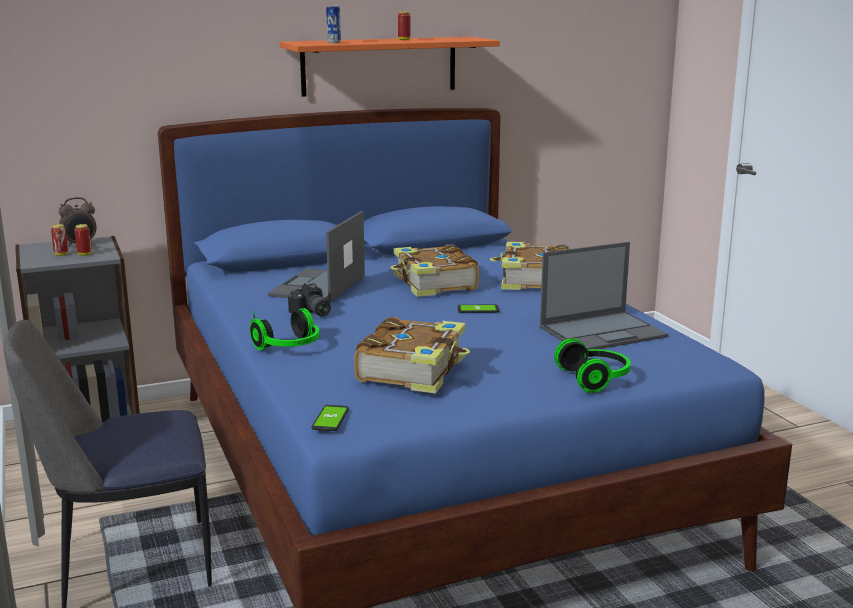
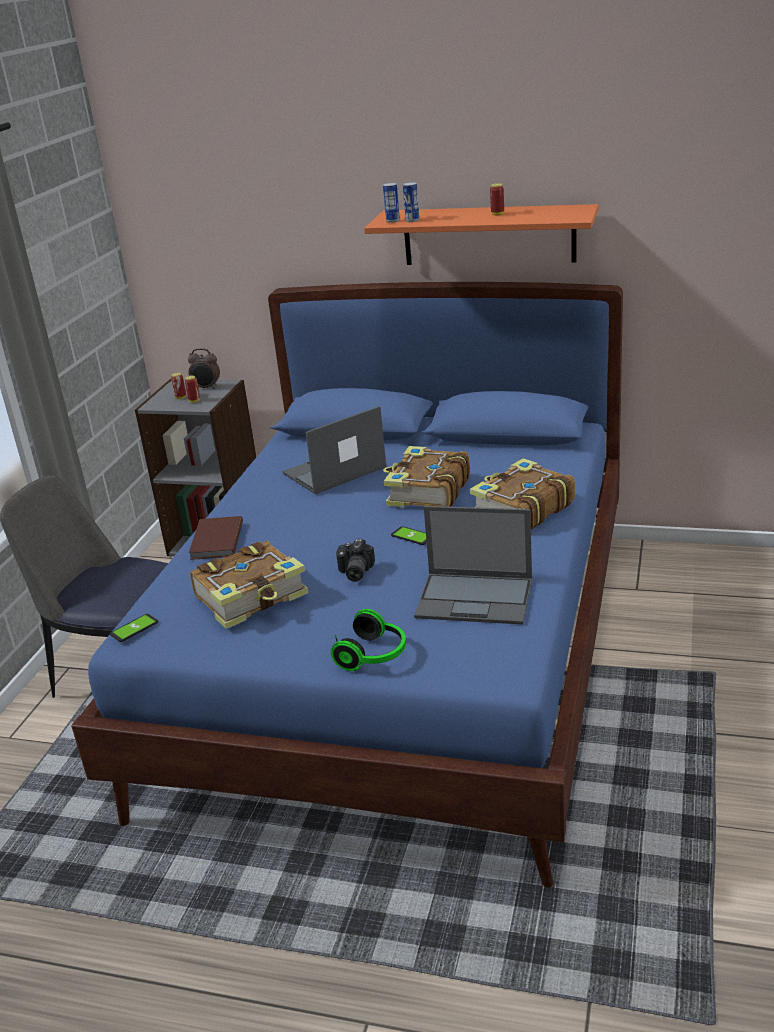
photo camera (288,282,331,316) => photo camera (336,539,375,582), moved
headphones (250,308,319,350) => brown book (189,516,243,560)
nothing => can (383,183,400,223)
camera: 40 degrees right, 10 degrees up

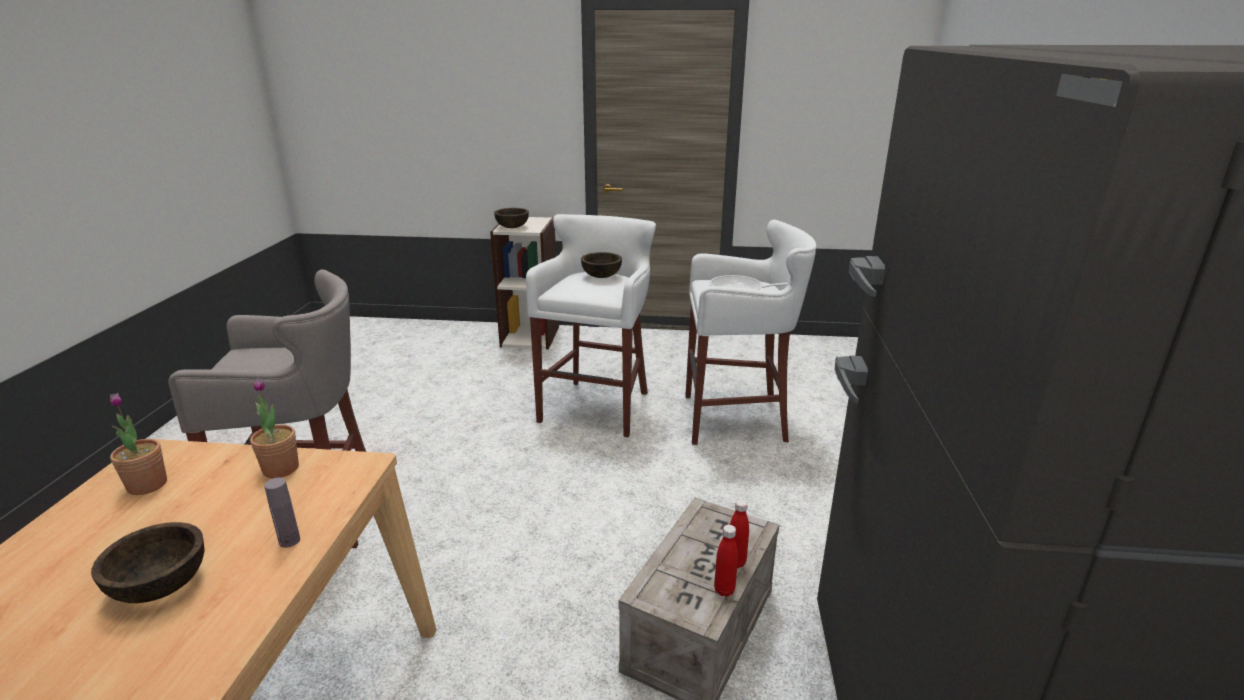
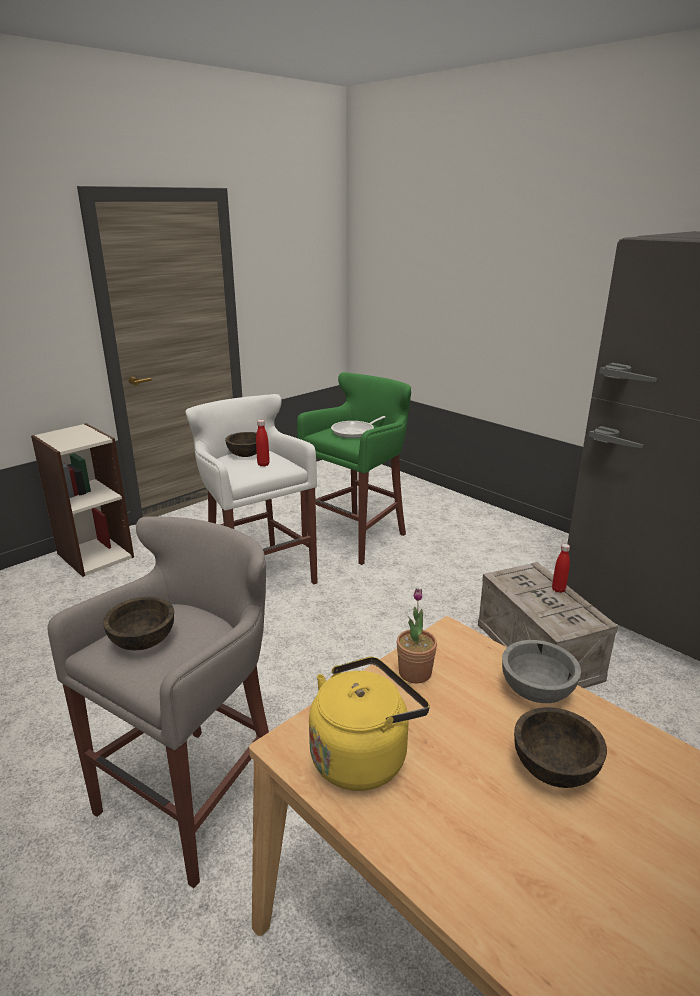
brown bowl (494,208,529,228) => brown bowl (103,597,174,650), moved
white stool (685,220,816,445) => green stool (297,372,411,565)
potted plant (110,393,167,495) => yellow kettle (309,657,430,791)
grey bottle (264,477,300,548) => grey bowl (502,640,581,703)
red bottle (714,525,738,597) => red bottle (256,420,270,466), moved
camera: 50 degrees left, 0 degrees up

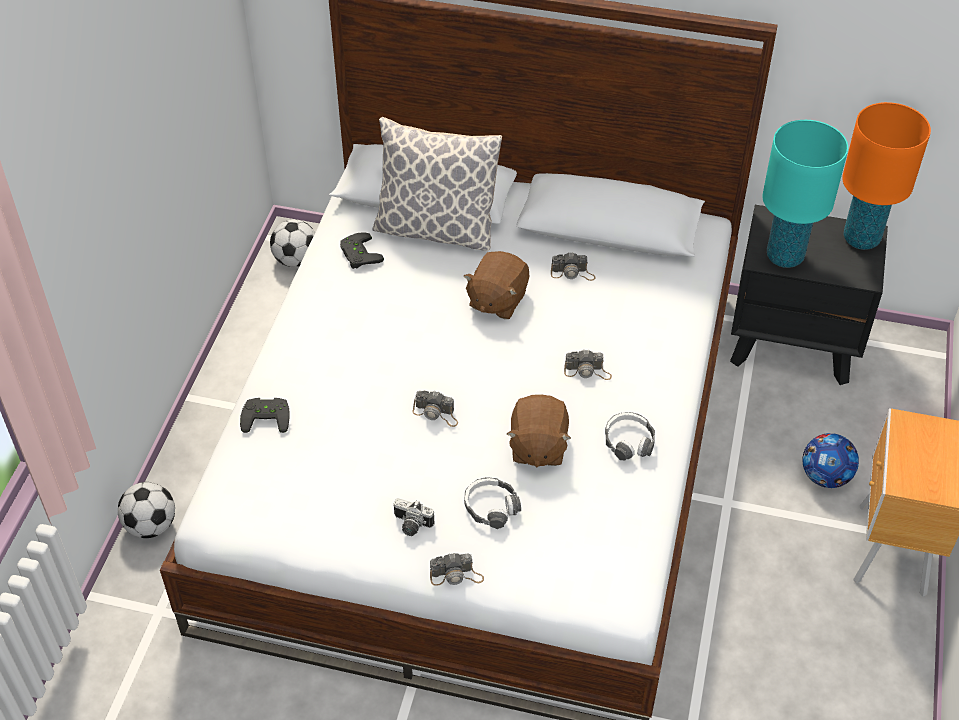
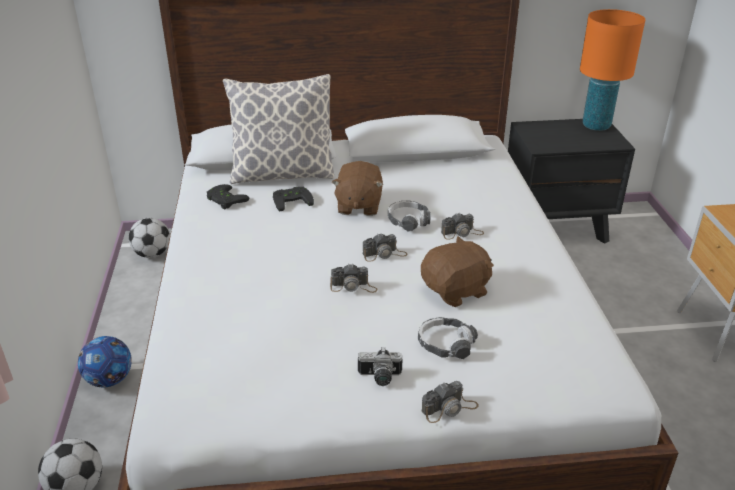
turquoise table lamp (762,120,848,268) => nothing
photo camera (551,253,595,281) => photo camera (363,233,408,262), moved
brown plush toy (507,394,571,467) => brown plush toy (421,236,494,307), 105 degrees counterclockwise
black game controller (240,398,290,433) => black game controller (273,187,314,212), moved
headphones (605,412,655,460) => headphones (388,201,430,232), moved
football (802,433,859,488) => football (78,336,132,387), moved
camera: 20 degrees left, 15 degrees down

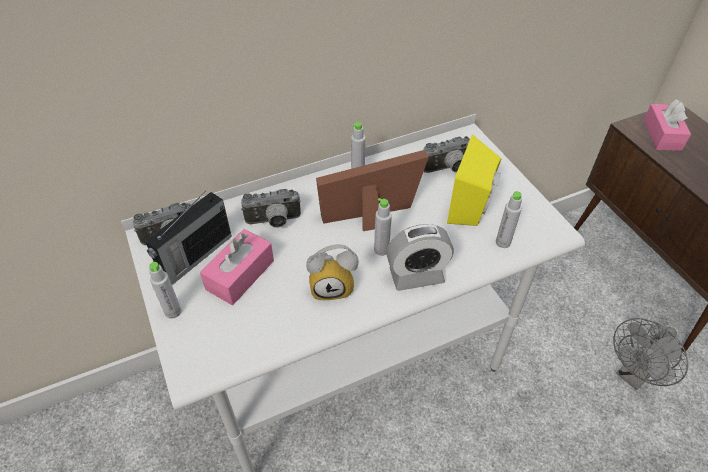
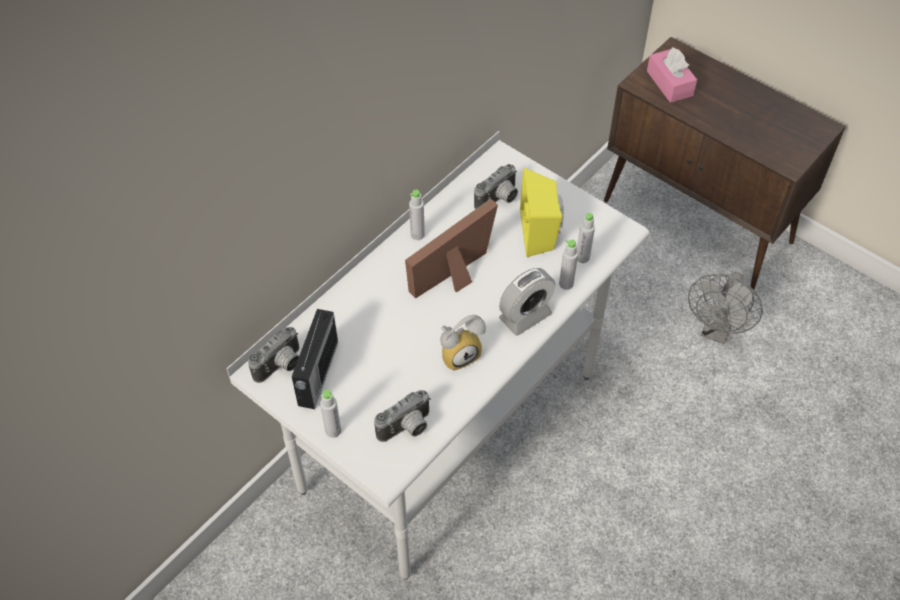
photo camera (241,189,301,228) => photo camera (374,390,431,442), moved
grey bottle (374,198,392,256) => grey bottle (559,239,578,290), moved
pink tissue box (200,229,274,305) => nothing
camera: 25 degrees left, 5 degrees up

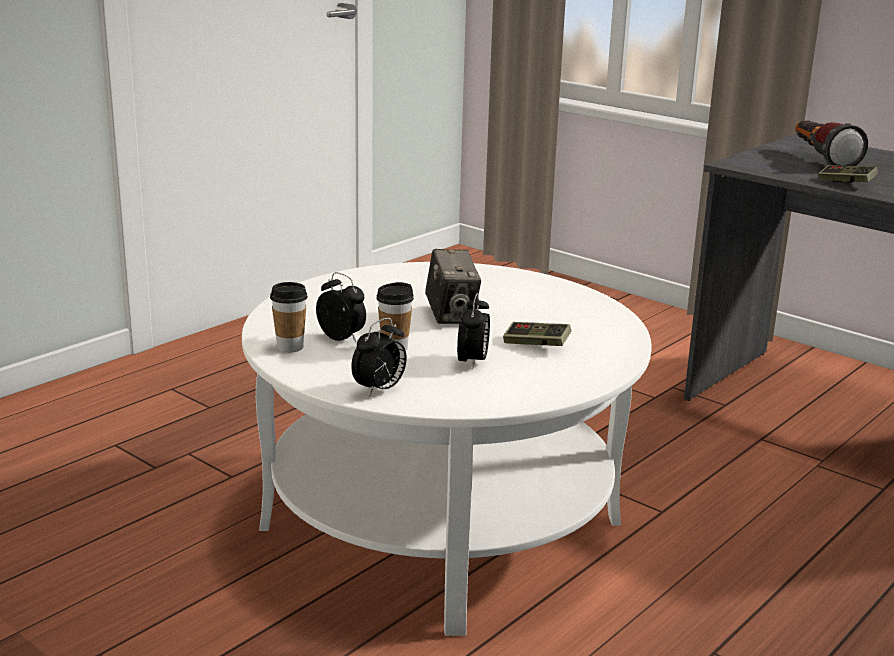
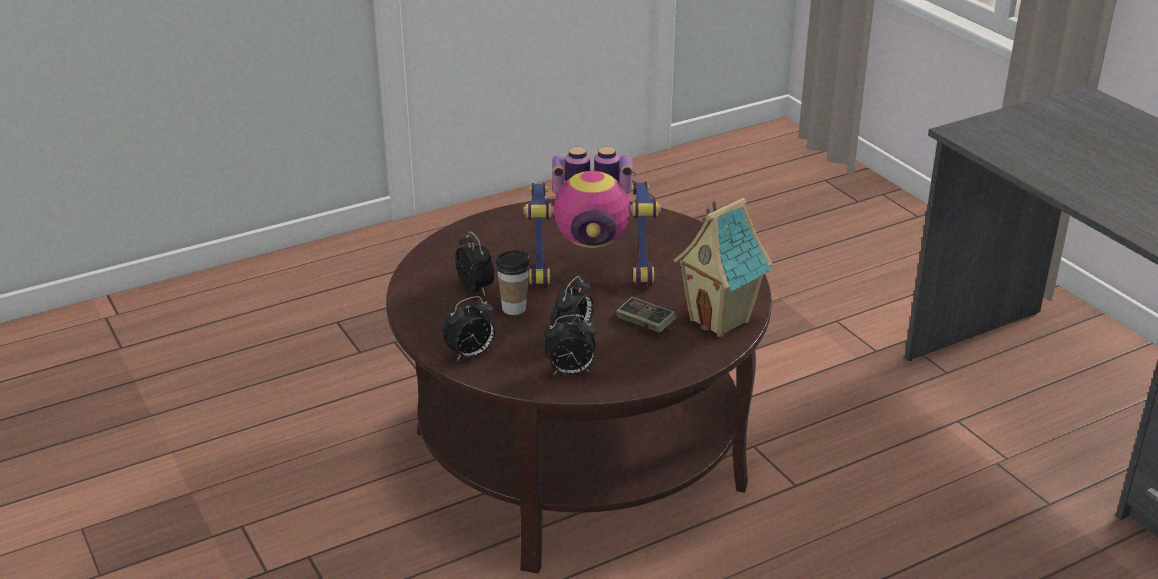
flashlight (795,120,868,166) => nothing
game controller (818,165,878,183) => nothing
photo camera (425,249,481,324) => toy robot (523,147,661,288)
white coffee table (242,262,652,636) => brown coffee table (386,199,772,574)
cup (270,282,308,353) => nothing
nothing => toy house (674,198,773,337)
nothing => alarm clock (544,315,597,375)
camera: 20 degrees right, 10 degrees up

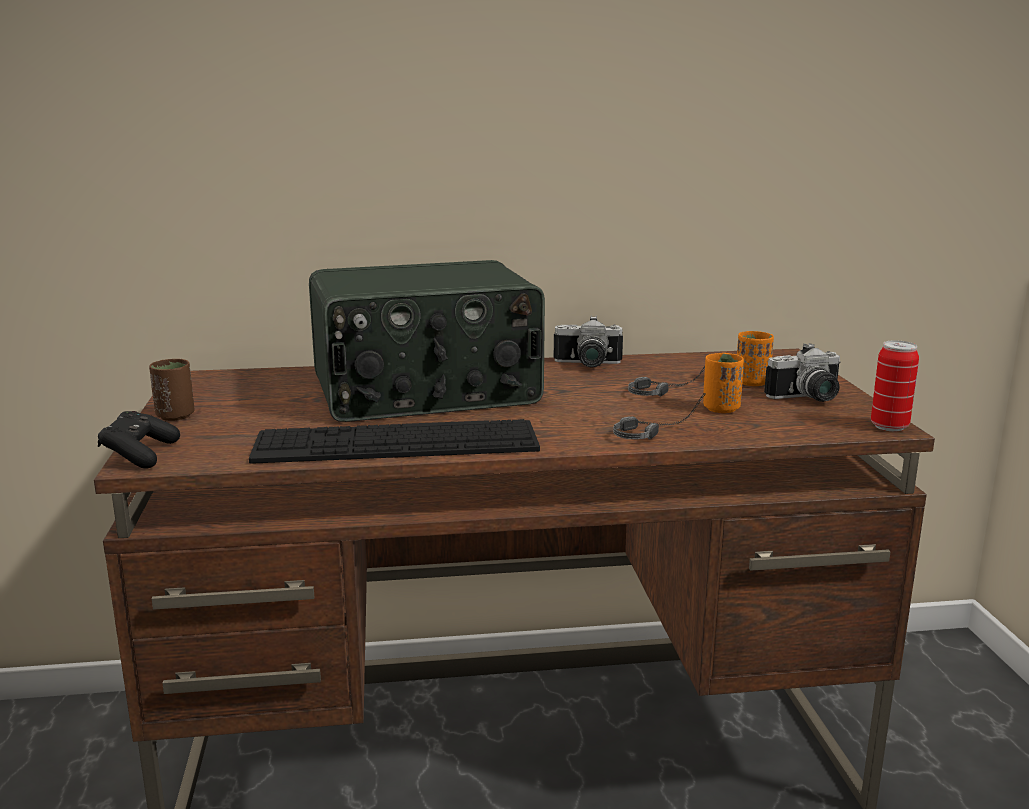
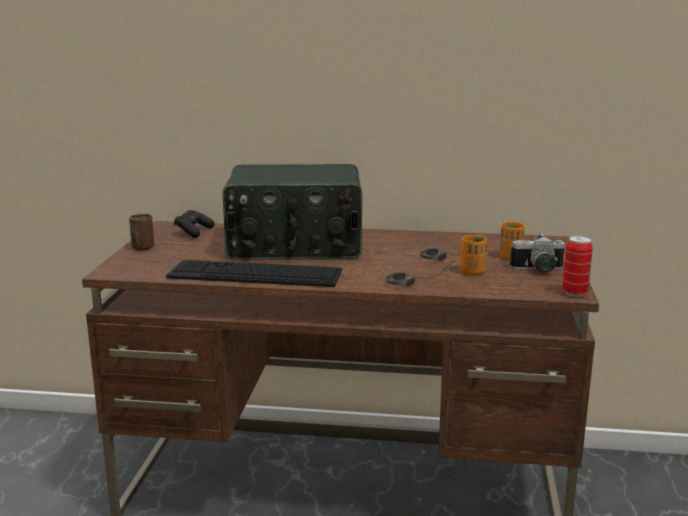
photo camera (554,315,623,368) => nothing
black game controller (98,411,180,469) => black game controller (174,210,215,238), moved
camera: 15 degrees right, 0 degrees up

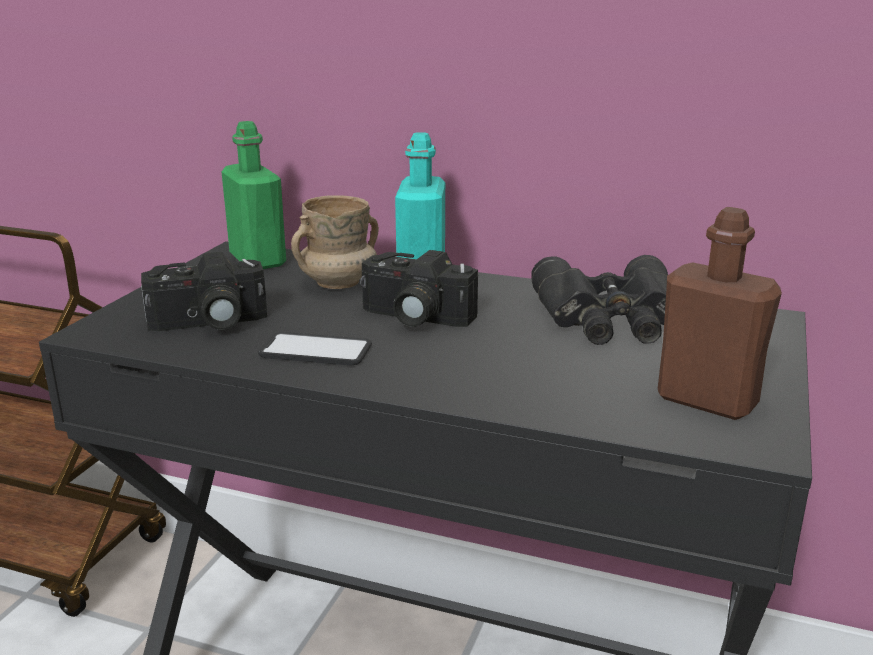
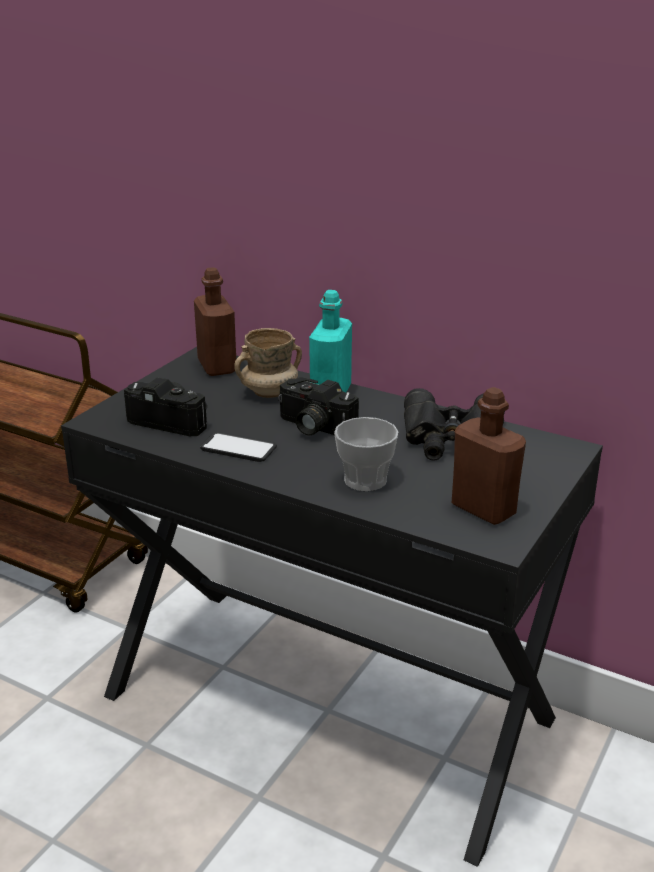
green bottle (221,121,286,269) => brown bottle (194,267,236,376)
photo camera (141,252,267,331) => photo camera (124,377,207,436), 150 degrees counterclockwise
nothing => cup (334,417,398,491)
camera: 10 degrees right, 5 degrees up

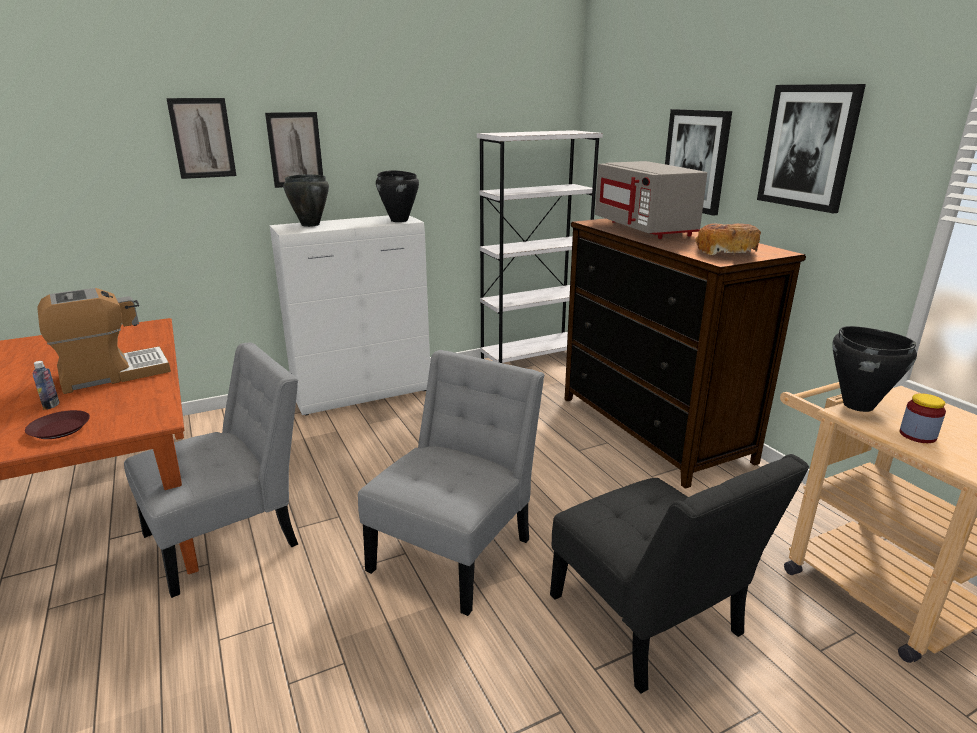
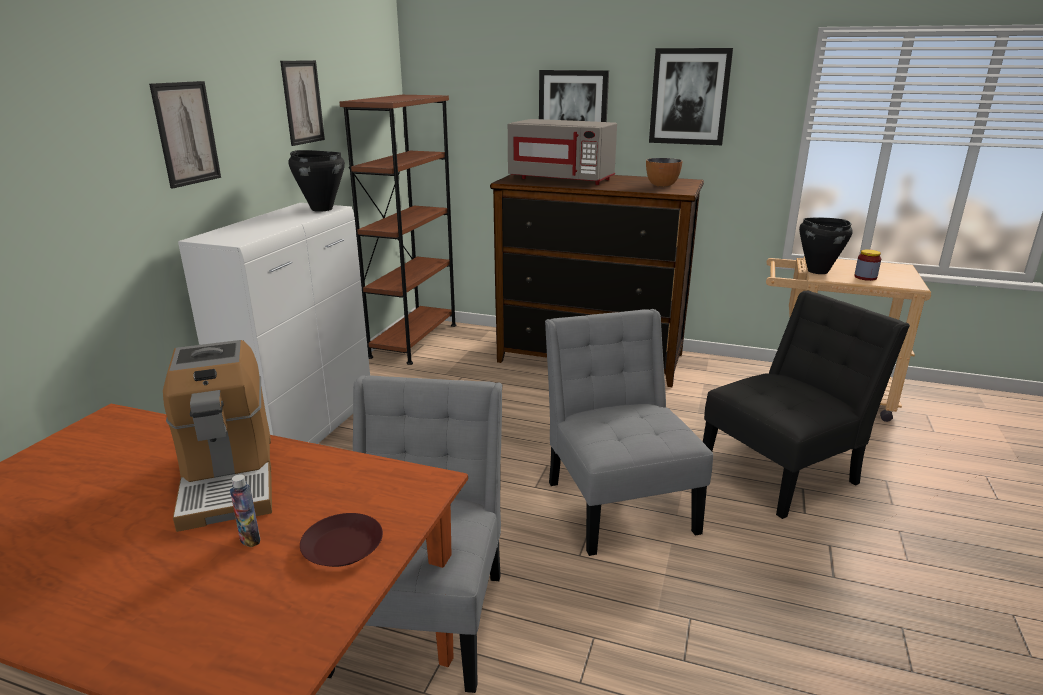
picture (166,98,236,179) => picture (280,60,325,146), moved
white bookcase (477,130,603,363) => brown bookcase (340,95,457,365)
black cooking pot (283,174,329,227) => nothing
bread (695,223,761,255) => bowl (646,158,682,187)
coffee machine (37,288,171,394) => coffee machine (163,340,272,532), 150 degrees clockwise
black chair (550,454,809,694) => black chair (703,291,910,519), 45 degrees counterclockwise
camera: 45 degrees left, 0 degrees up

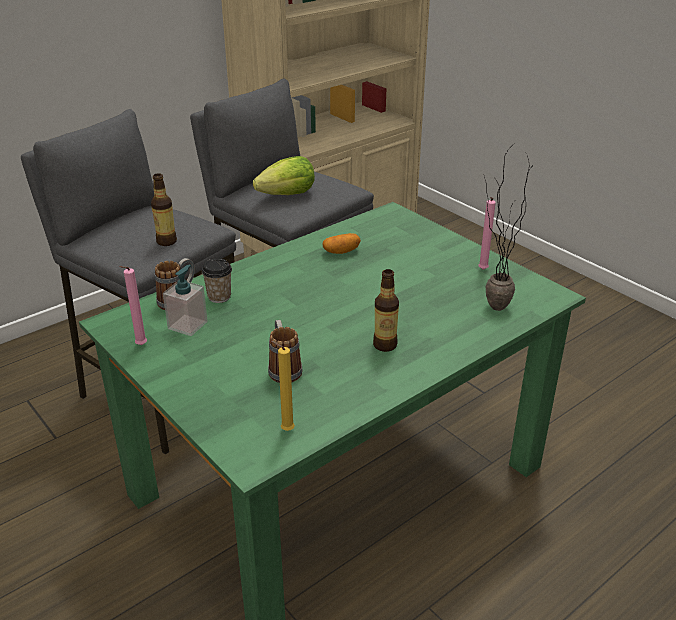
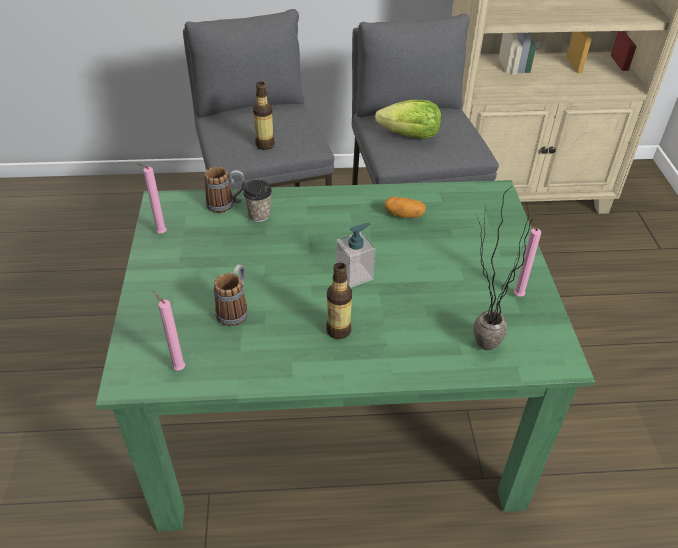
soap dispenser (163,265,207,336) => soap dispenser (336,223,376,288), moved
yellow candle (271,341,295,431) => pink candle (153,291,185,371)
camera: 35 degrees right, 10 degrees up

